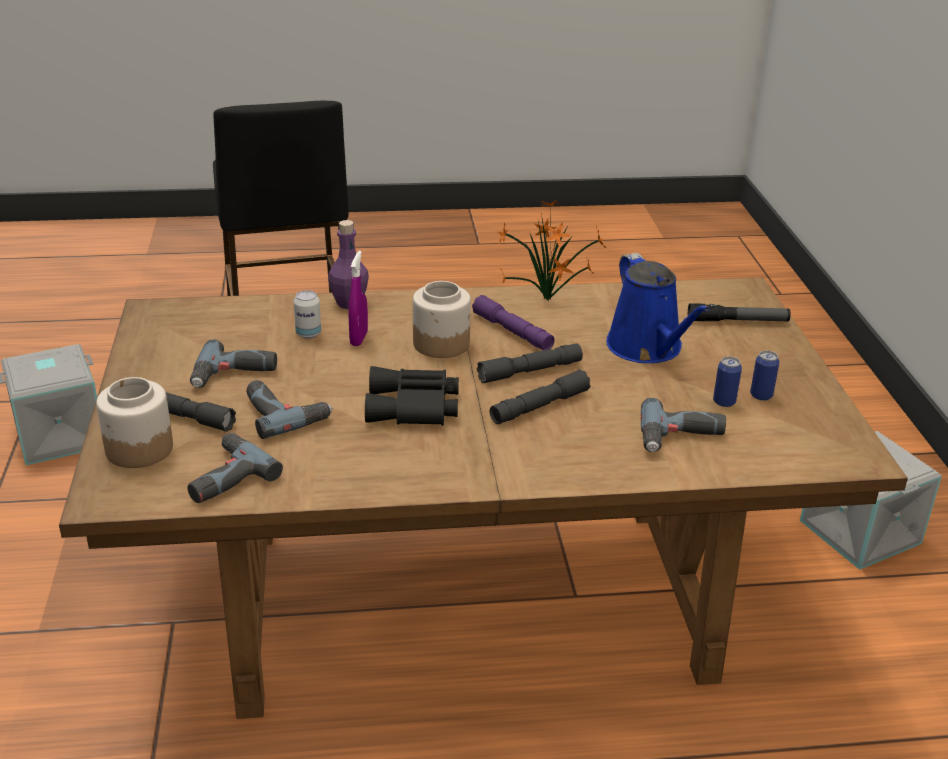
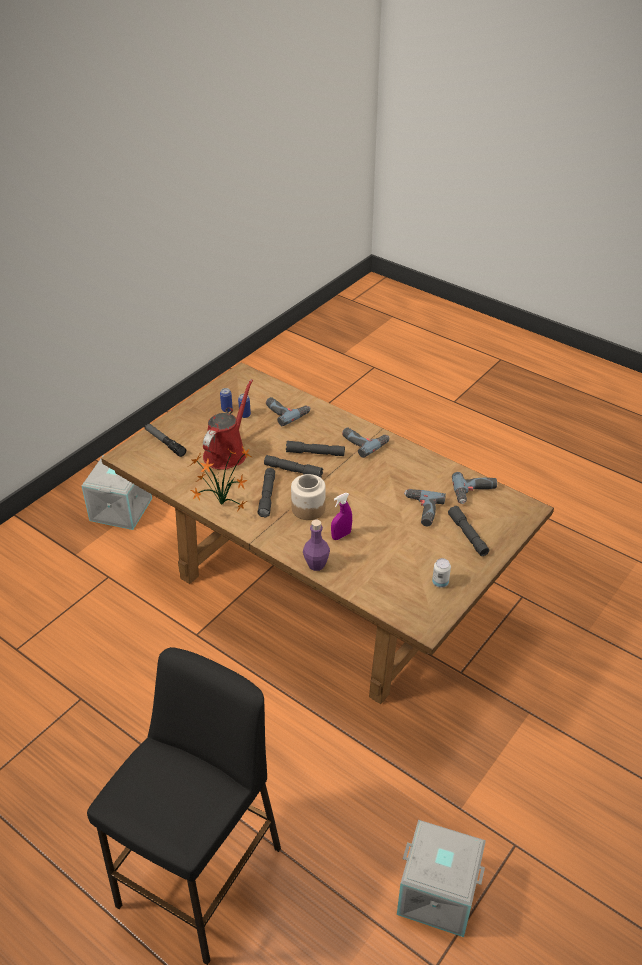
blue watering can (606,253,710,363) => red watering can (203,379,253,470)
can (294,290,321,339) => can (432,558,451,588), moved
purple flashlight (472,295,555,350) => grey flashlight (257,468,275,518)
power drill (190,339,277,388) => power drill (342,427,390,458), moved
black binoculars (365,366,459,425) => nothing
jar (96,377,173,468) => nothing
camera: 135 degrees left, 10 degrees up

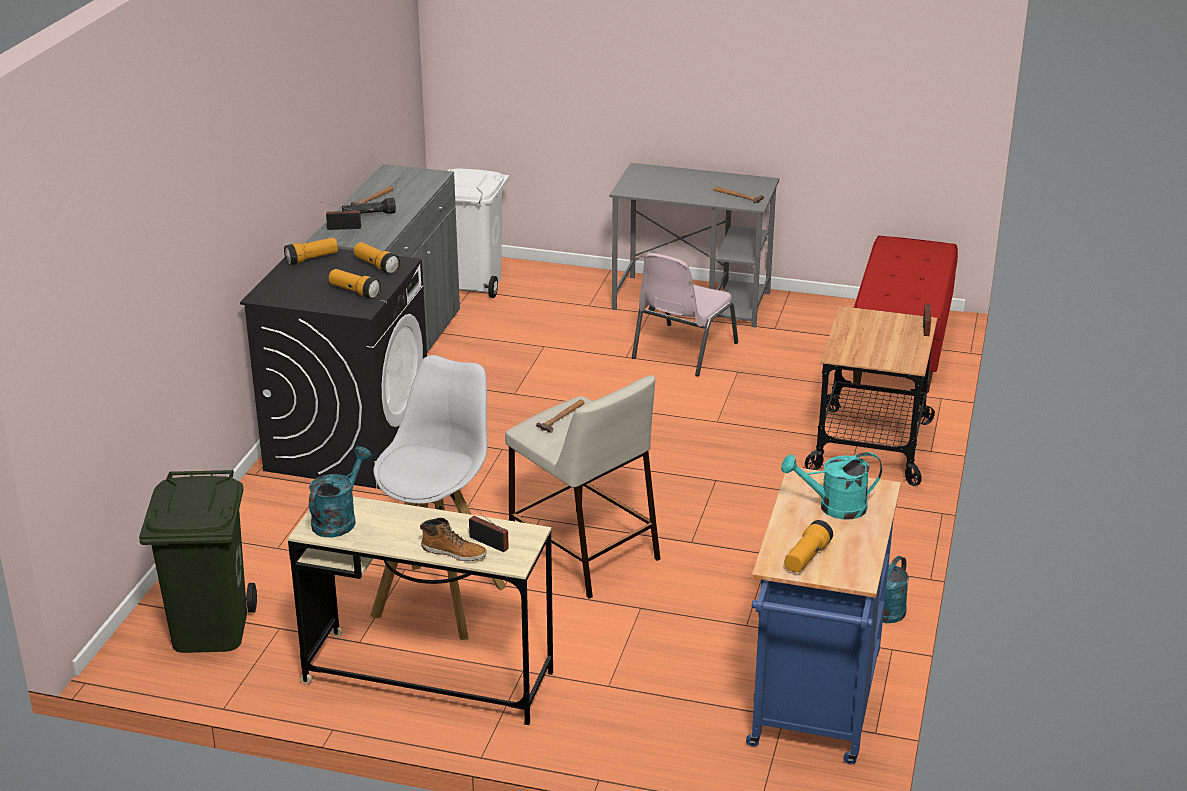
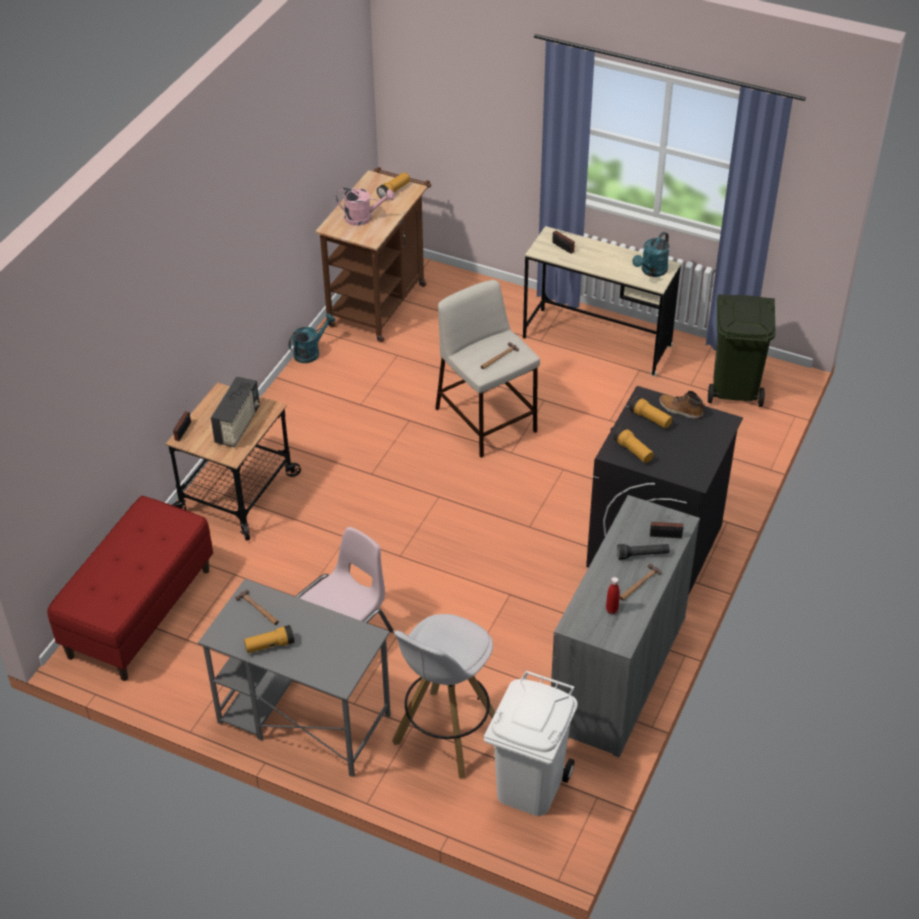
flashlight (284,237,338,265) => flashlight (244,625,295,653), moved
white stool (370,355,506,640) => white stool (392,614,496,778), moved
turquoise watering can (781,452,882,520) => pink watering can (336,188,395,226)
blue cart (746,468,901,764) => brown cart (315,167,431,343)
boot (420,518,487,561) => boot (659,391,705,420), moved
nothing => radio (211,376,260,447)
nothing => red bottle (606,577,620,614)
camera: 170 degrees left, 15 degrees up

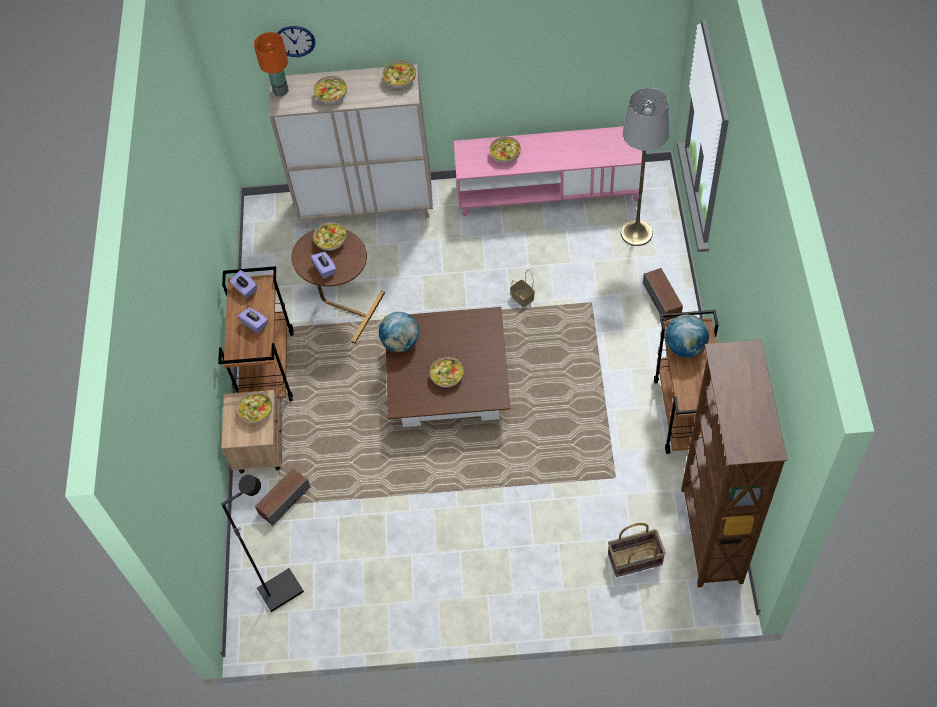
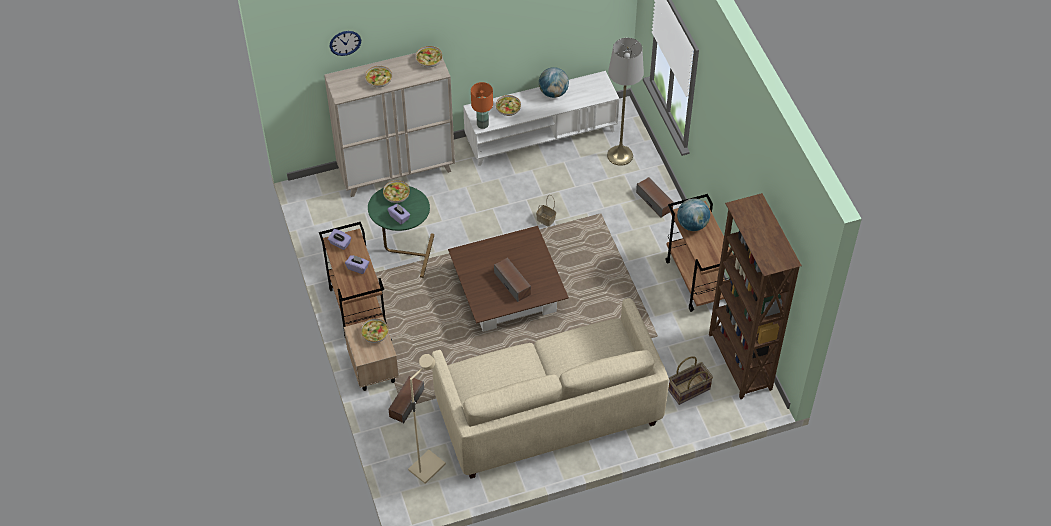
orange table lamp (254,32,289,97) => orange table lamp (471,82,493,129), moved
pink tv stand (454,126,645,216) => white tv stand (463,71,619,166)
brown side table (291,229,385,344) => green side table (368,186,434,278)
globe (379,312,419,352) => globe (539,67,569,98), moved
bowl (430,357,464,387) => speaker (494,258,531,302)
black floor lamp (221,475,304,612) => beige floor lamp (408,354,446,484)
nothing => beige sofa (432,298,669,479)
camera: 20 degrees left, 5 degrees down

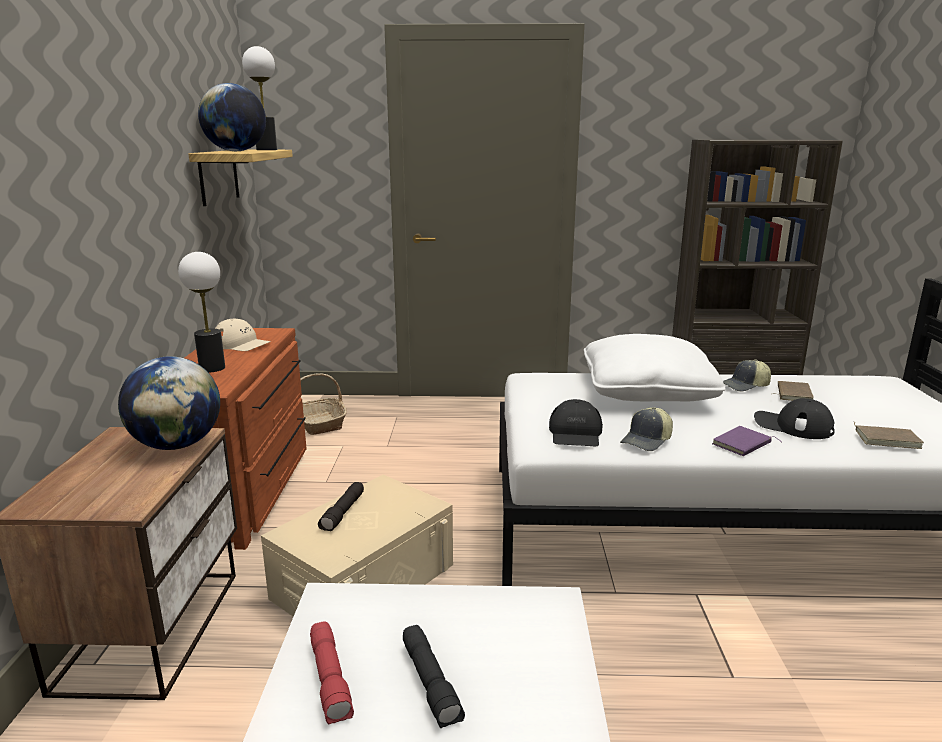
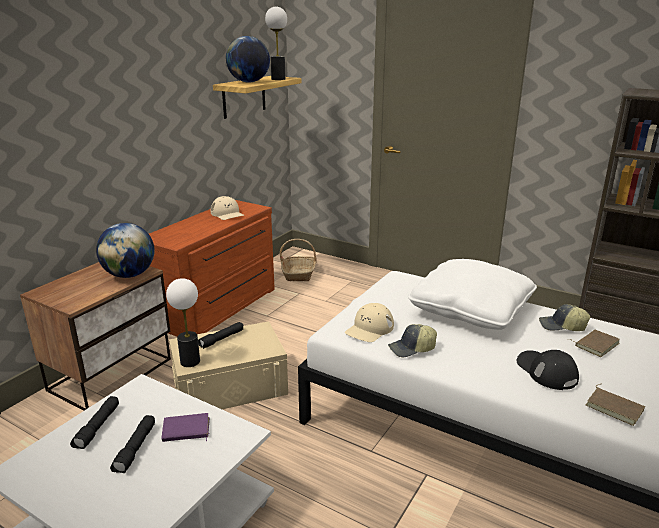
table lamp (178,252,225,373) => table lamp (166,278,200,367), moved
black cap (549,399,603,446) => beige cap (345,303,394,342)
purple book (712,426,780,456) => purple book (161,413,210,442), moved
red flashlight (310,621,354,725) => black flashlight (70,396,119,449)
camera: 30 degrees right, 5 degrees up

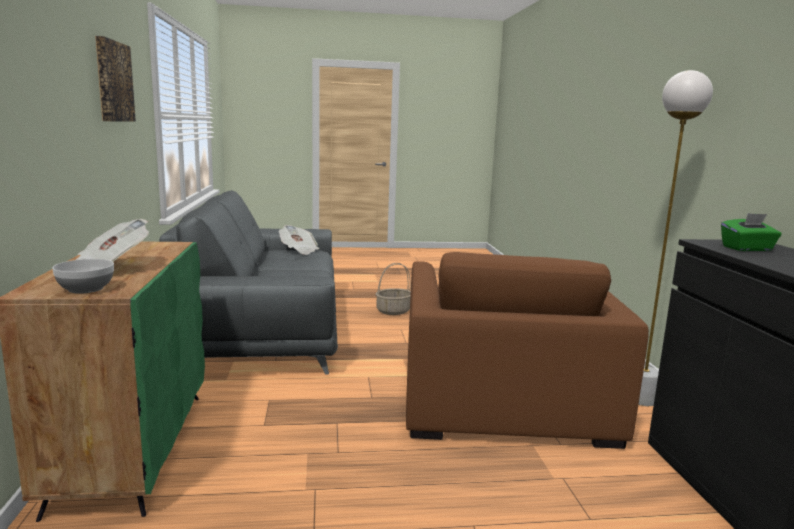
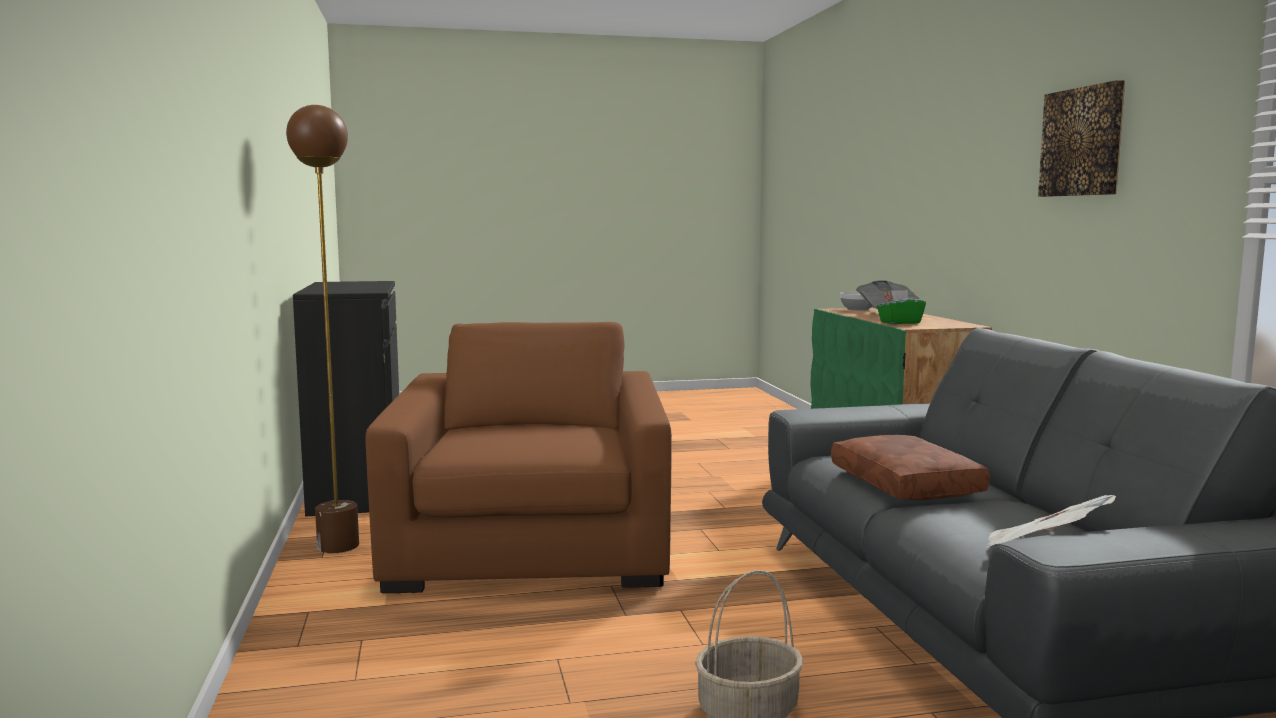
white floor lamp (638,70,713,406) => brown floor lamp (286,105,359,553)
green tissue box (721,213,782,251) => green tissue box (877,290,926,324), moved
nothing => brown pillow (831,435,990,500)
camera: 175 degrees right, 5 degrees down

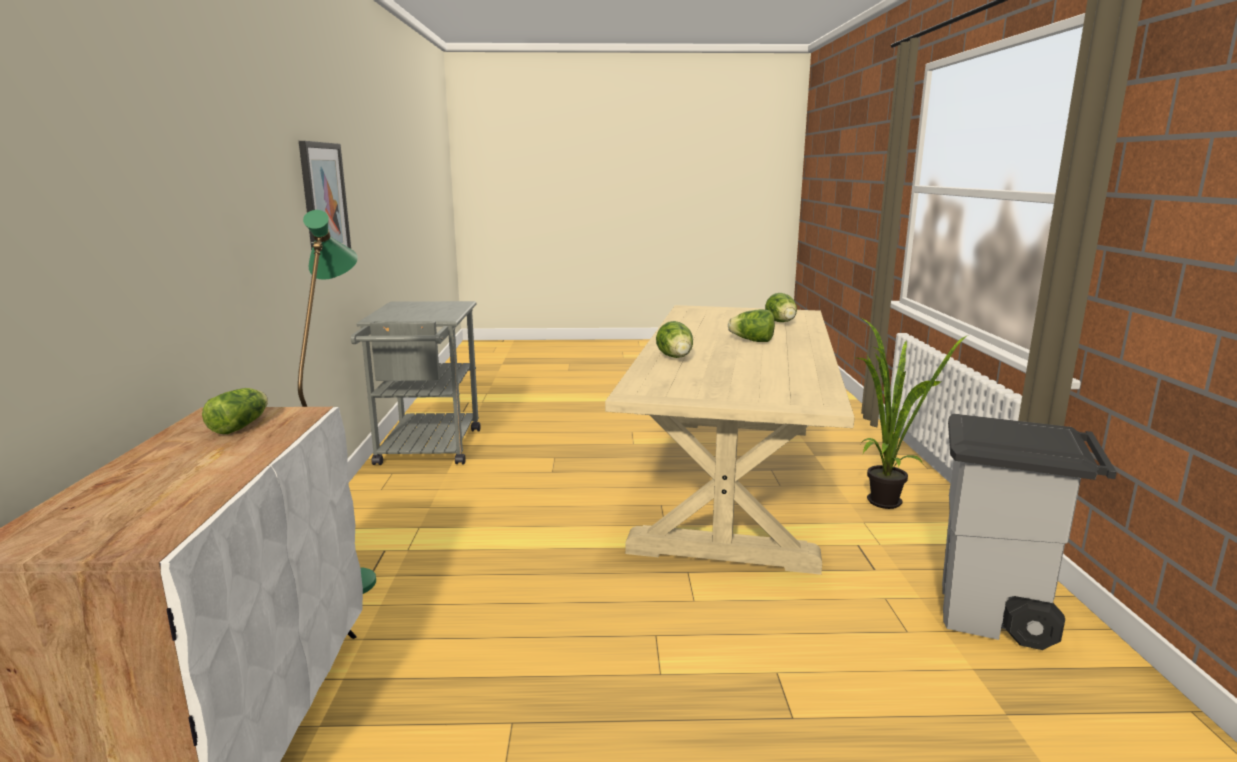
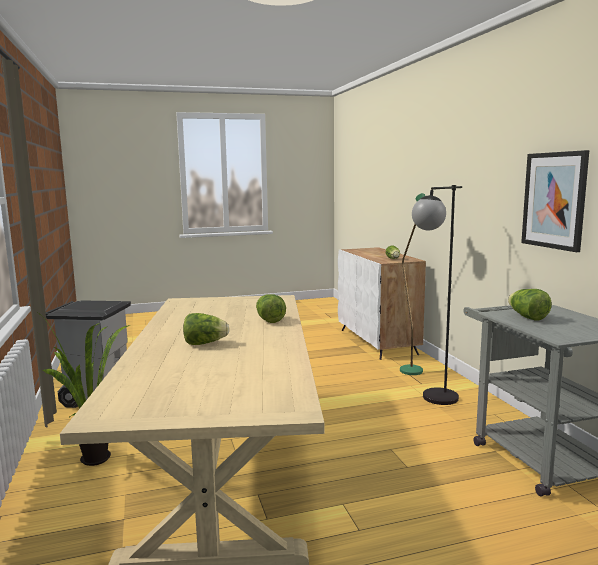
lettuce (765,293,797,322) => lettuce (508,289,552,321), moved
nothing => black floor lamp (412,185,462,405)
camera: 165 degrees right, 5 degrees down

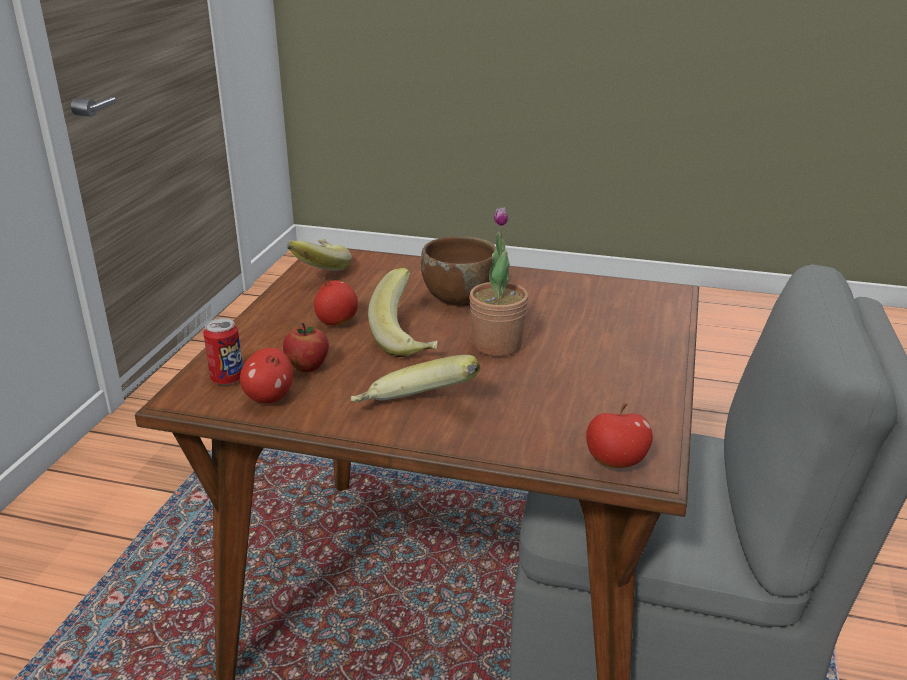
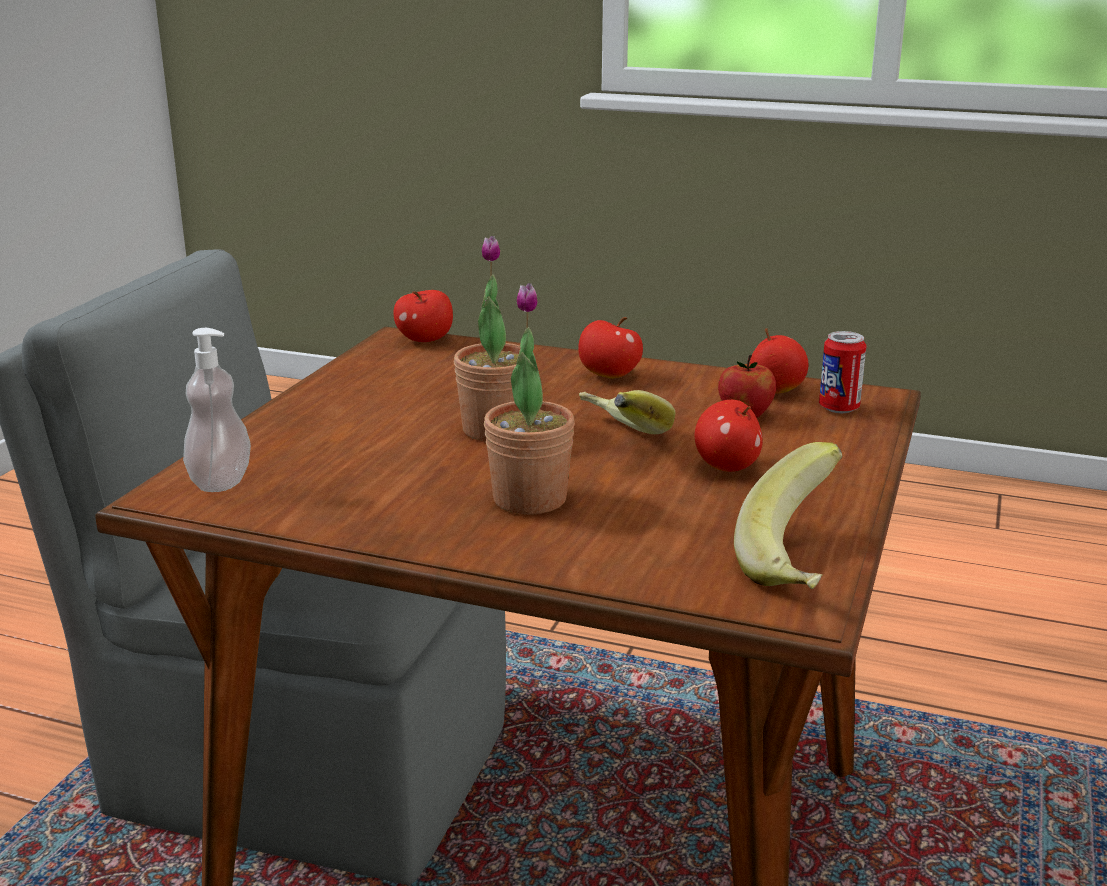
brown bowl (421,236,496,306) => potted plant (484,283,575,515)
banana (351,355,480,403) => apple (578,317,643,378)
nothing => soap dispenser (183,328,251,492)
camera: 175 degrees left, 5 degrees down

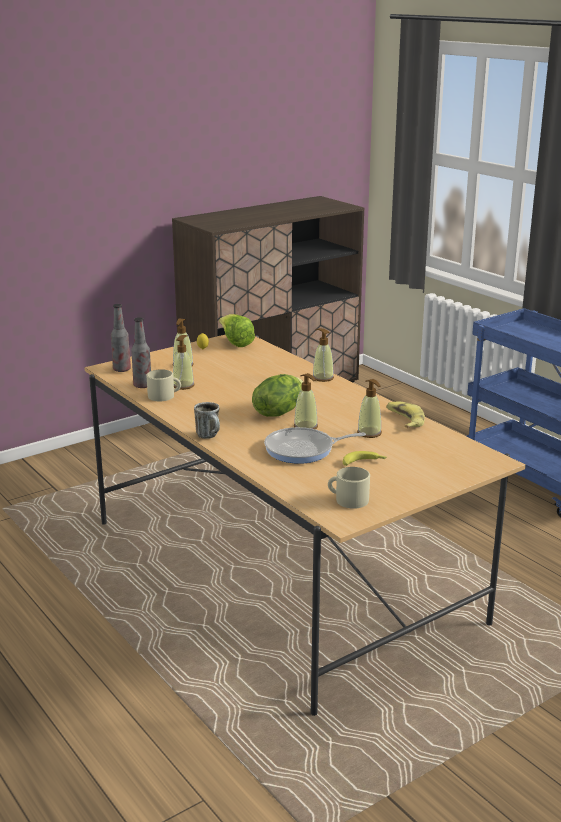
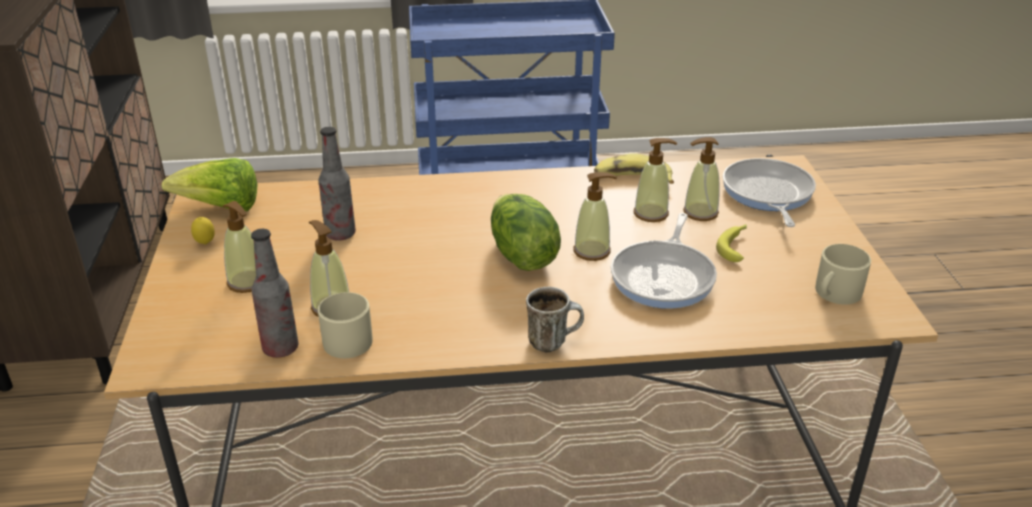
bottle (111,304,131,372) => bottle (318,127,356,241), moved
soap dispenser (313,328,334,382) => soap dispenser (683,137,720,221), moved
nothing => frying pan (723,158,816,227)
camera: 60 degrees left, 10 degrees up

